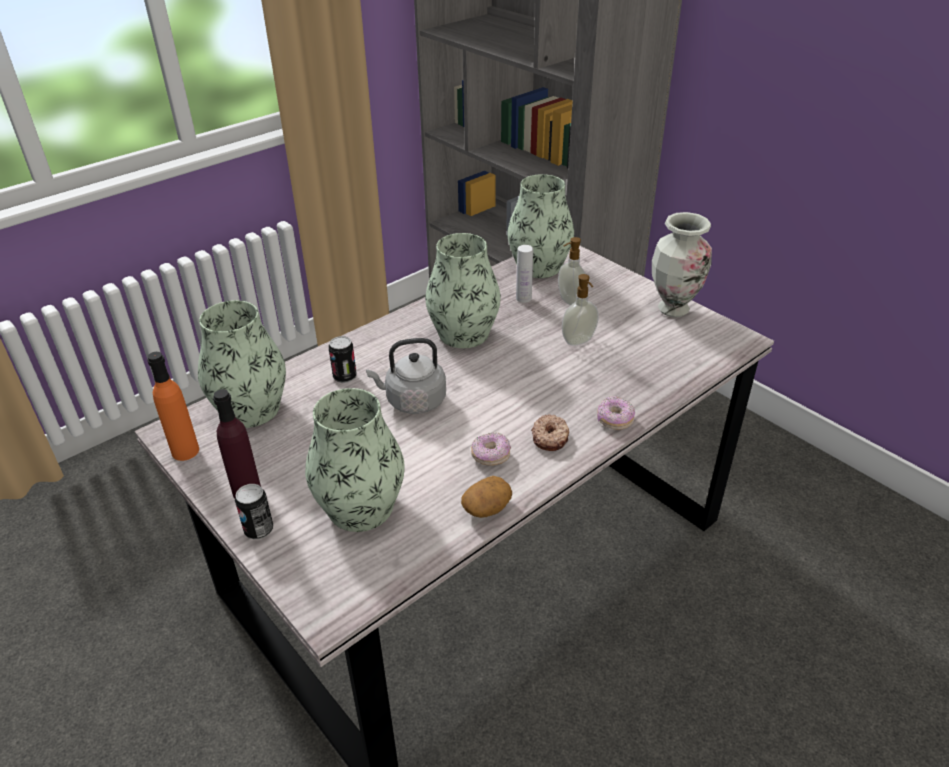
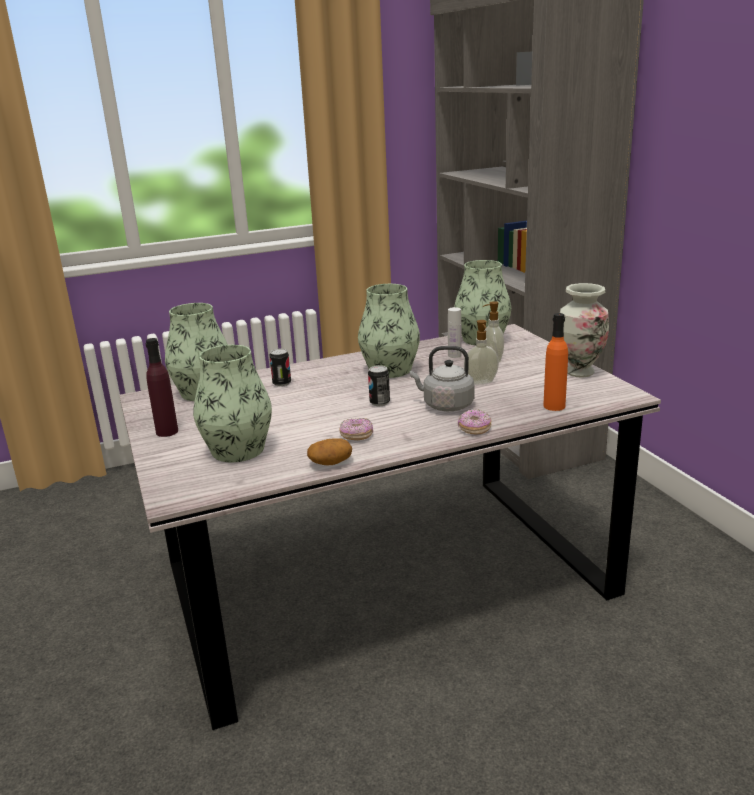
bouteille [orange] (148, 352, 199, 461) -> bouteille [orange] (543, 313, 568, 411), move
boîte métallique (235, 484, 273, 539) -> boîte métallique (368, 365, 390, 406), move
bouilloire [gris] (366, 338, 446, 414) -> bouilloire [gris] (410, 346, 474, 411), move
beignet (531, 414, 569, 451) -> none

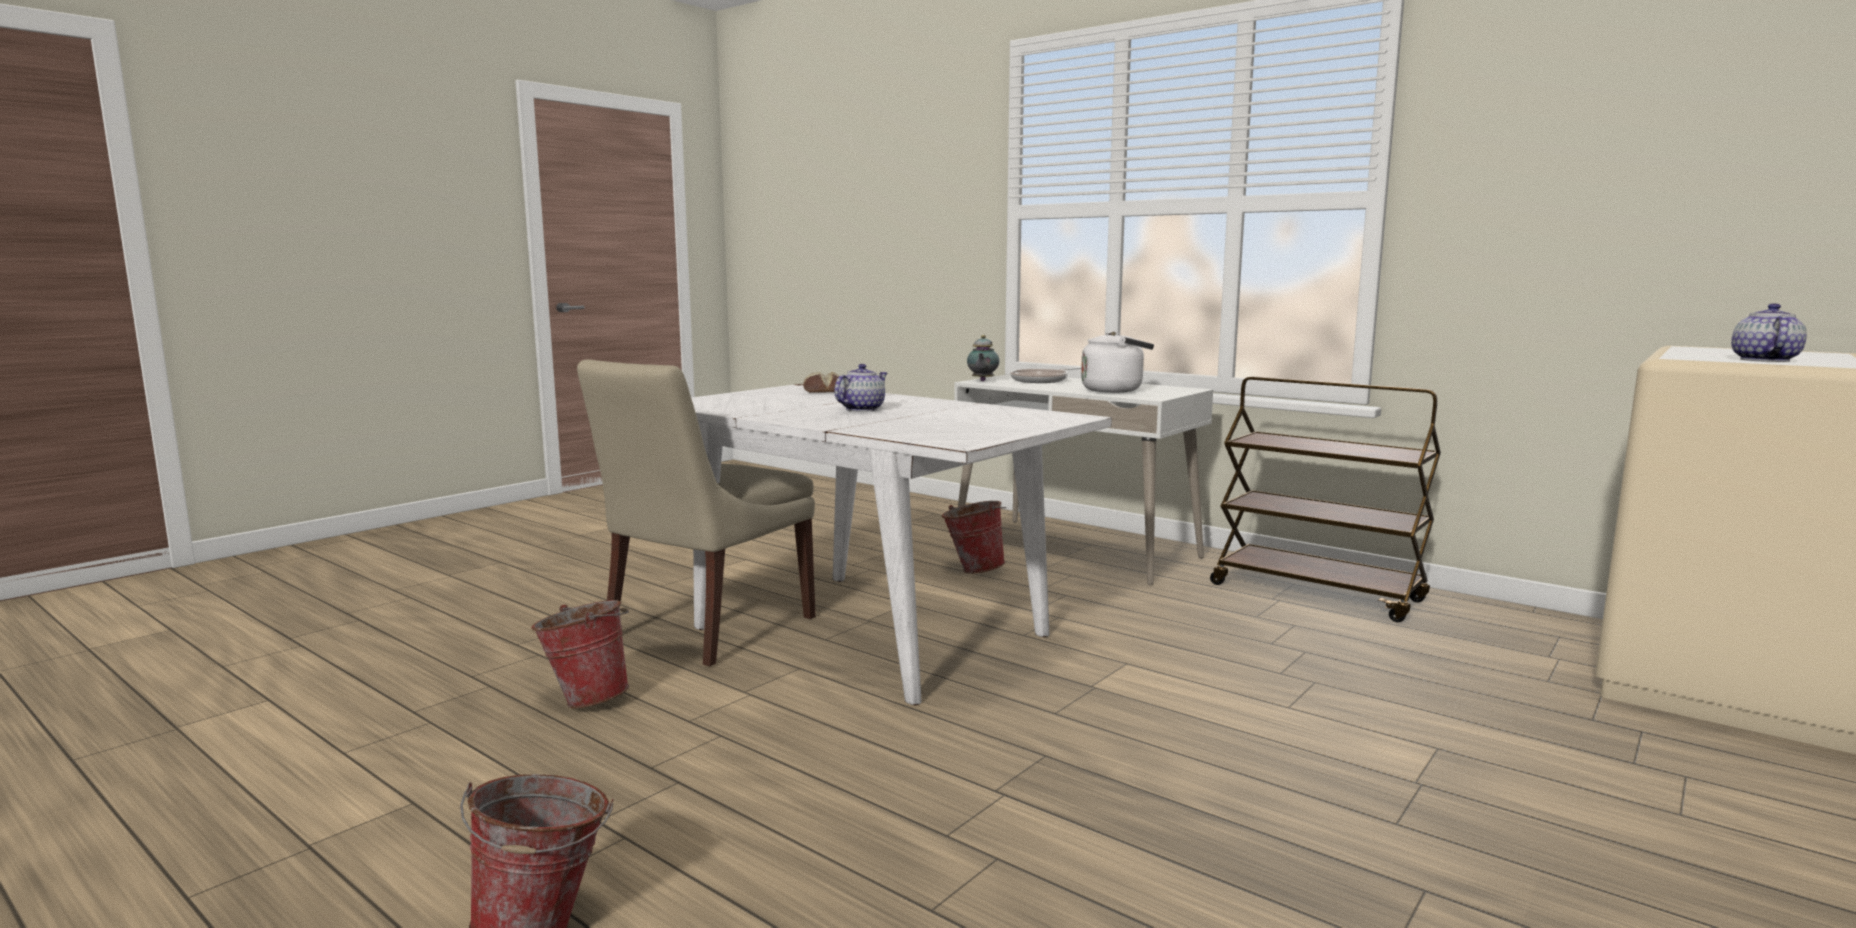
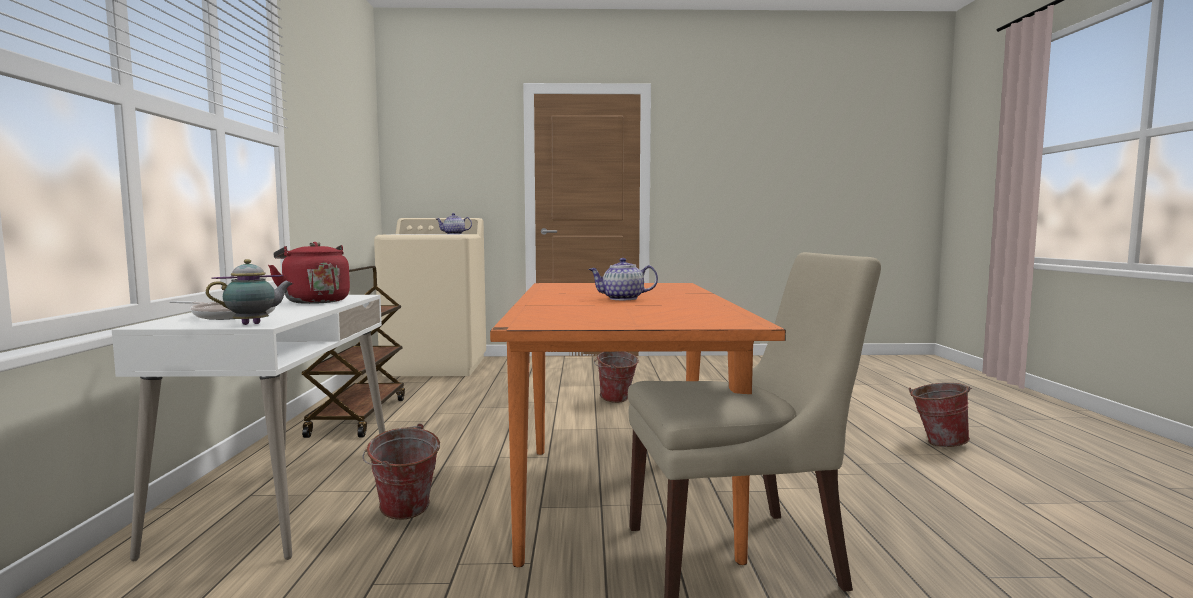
seau (531, 600, 629, 708) -> seau (594, 352, 639, 403), move
table à manger [blanc] (691, 384, 1112, 706) -> table à manger [orange] (490, 283, 786, 567)
pain (803, 372, 839, 393) -> none
bouilloire [blanc] (1081, 331, 1154, 393) -> bouilloire [rouge] (268, 242, 350, 304)

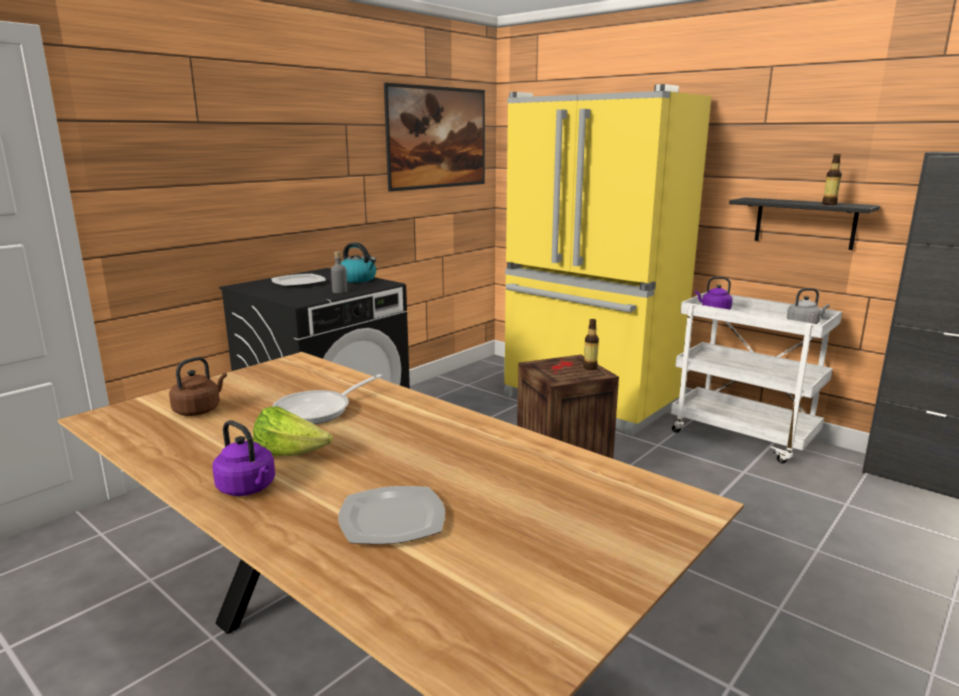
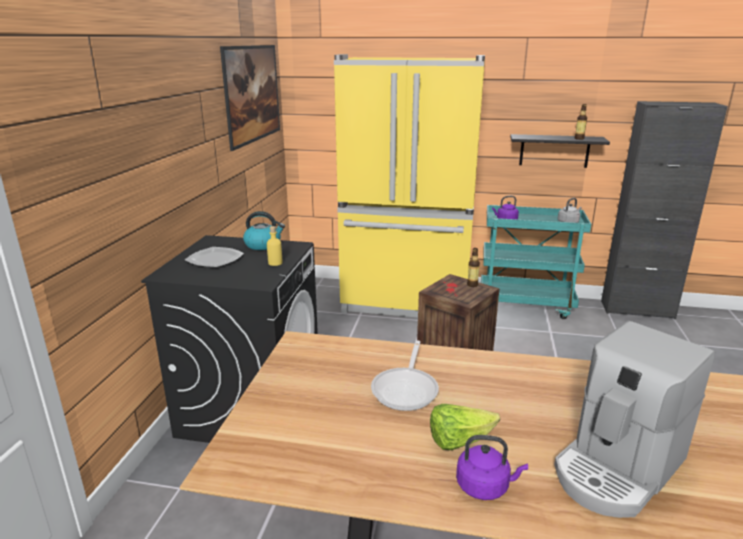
bouilloire [marron] (169, 357, 227, 416) -> none
bouteille [gris] (331, 251, 347, 293) -> bouteille [jaune] (267, 226, 283, 266)
assiette (338, 486, 445, 544) -> machine à café (554, 321, 716, 518)
chariot [blanc] (671, 292, 842, 464) -> chariot [turquoise] (481, 205, 591, 319)

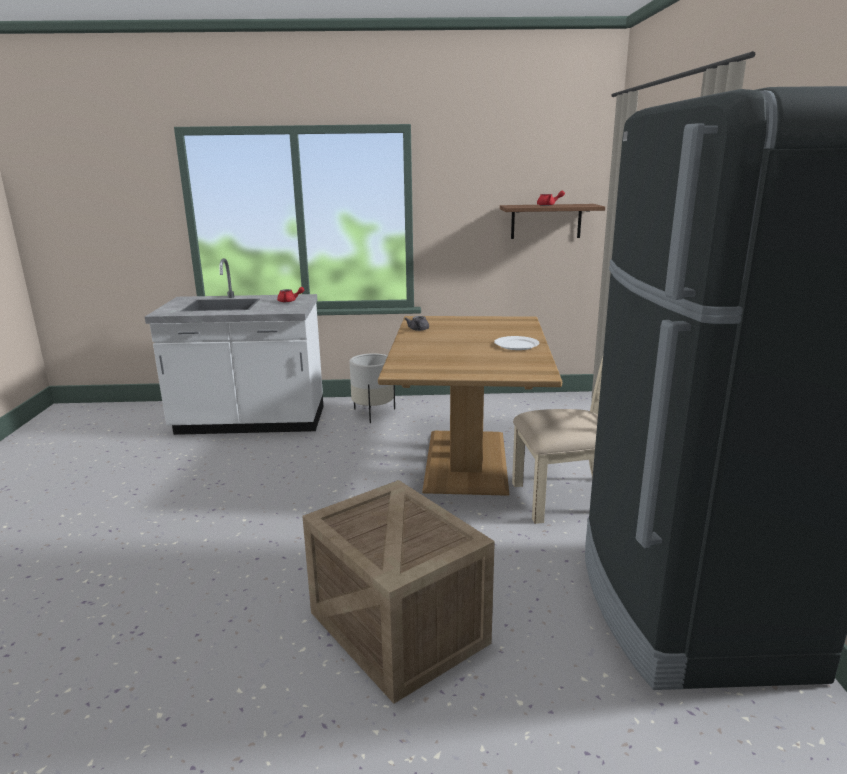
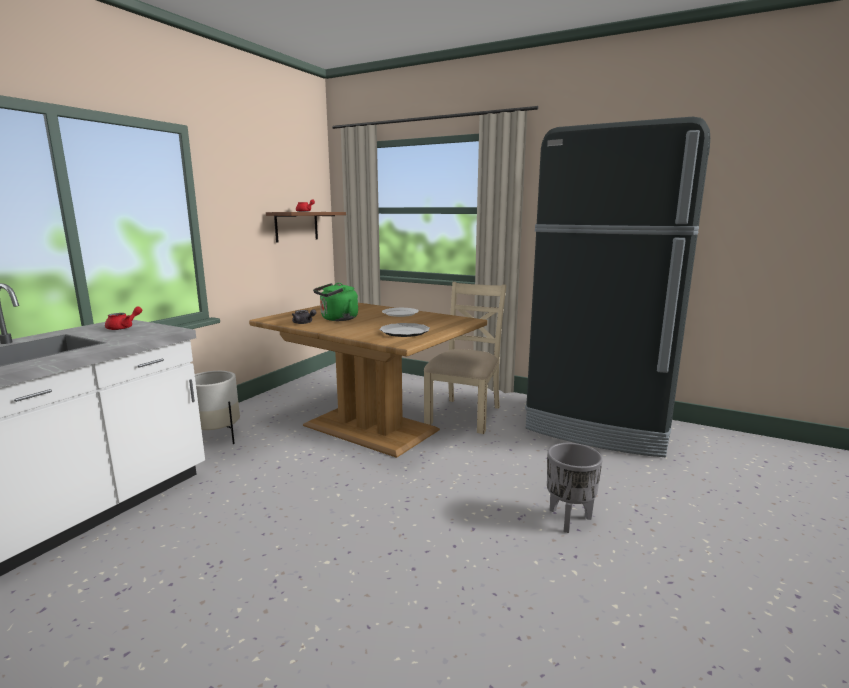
caisse (302, 480, 495, 704) -> cache-pot [gris] (547, 443, 603, 533)
none -> bouilloire [vert] (313, 283, 358, 321)
none -> assiette (379, 323, 430, 337)

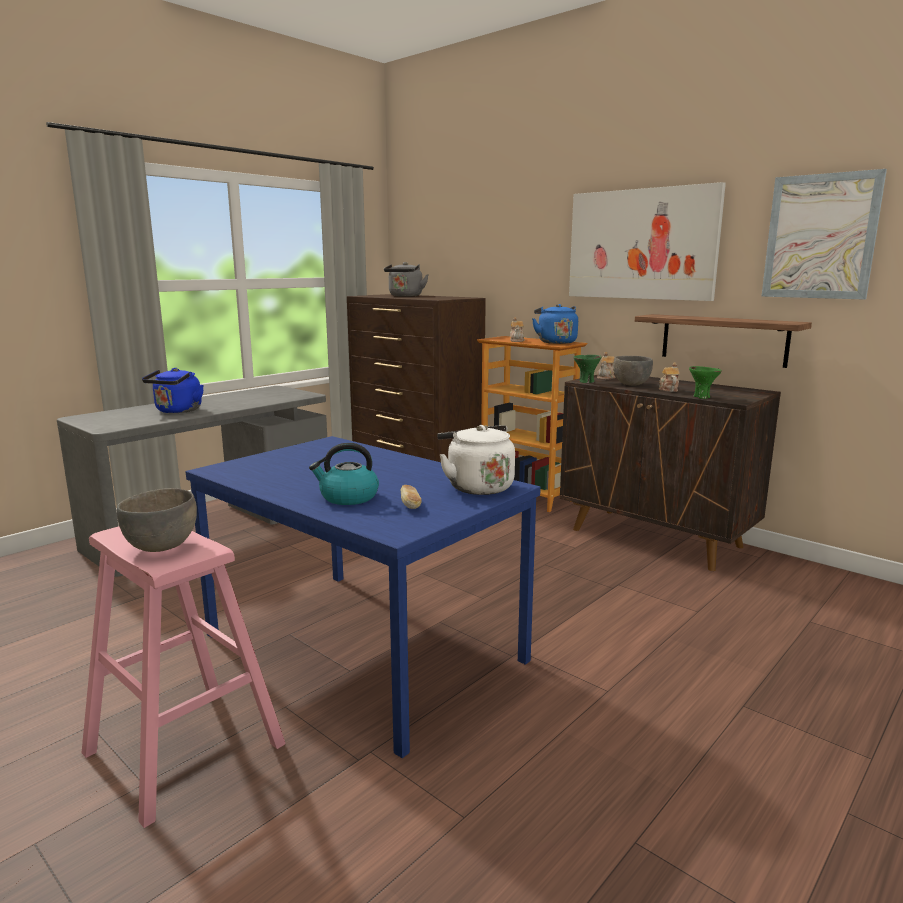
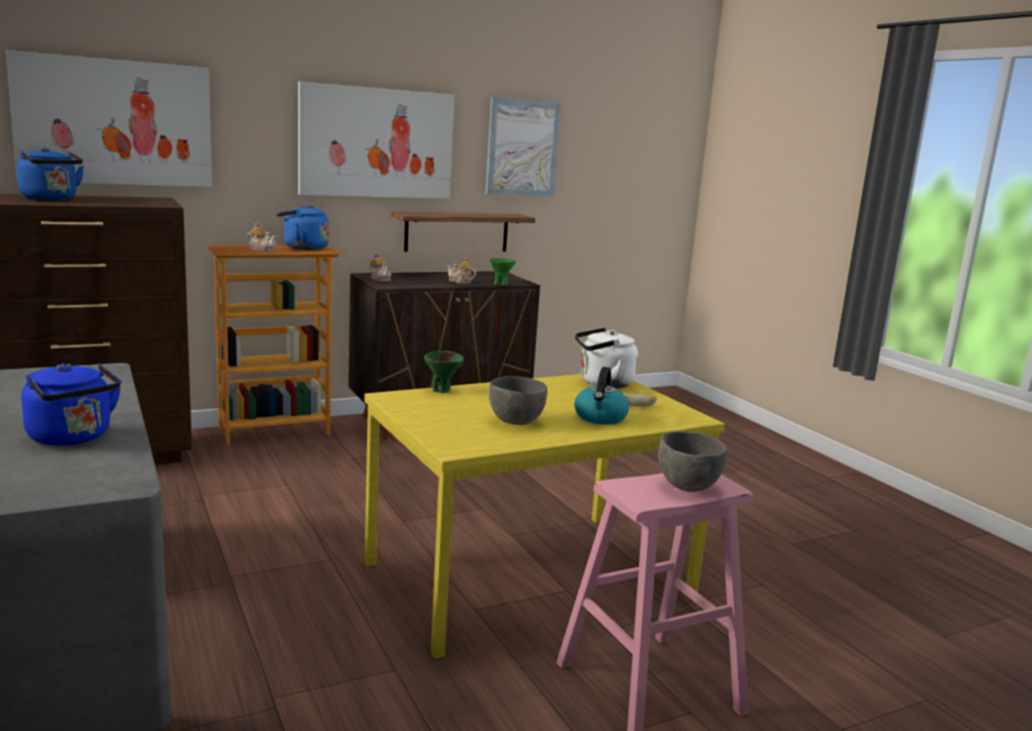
table à manger [bleu] (186, 436, 541, 758) -> table à manger [jaune] (364, 374, 725, 659)
bouilloire [gris] (384, 262, 429, 297) -> bouilloire [bleu] (17, 147, 84, 200)
bol [vert] (574, 355, 601, 383) -> bol [vert] (424, 351, 464, 393), move
bol [gris] (614, 356, 653, 386) -> bol [gris] (489, 376, 547, 425), move
none -> tableau (6, 50, 212, 187)

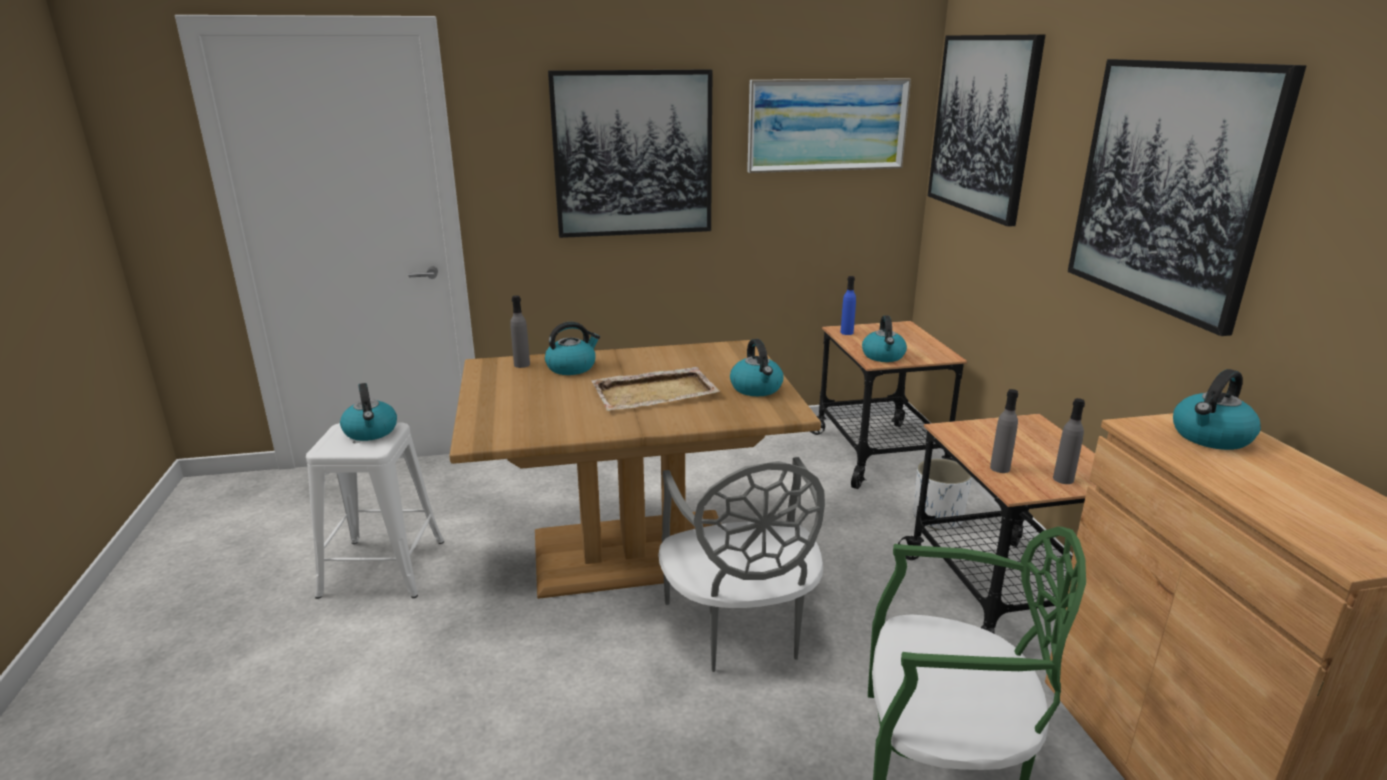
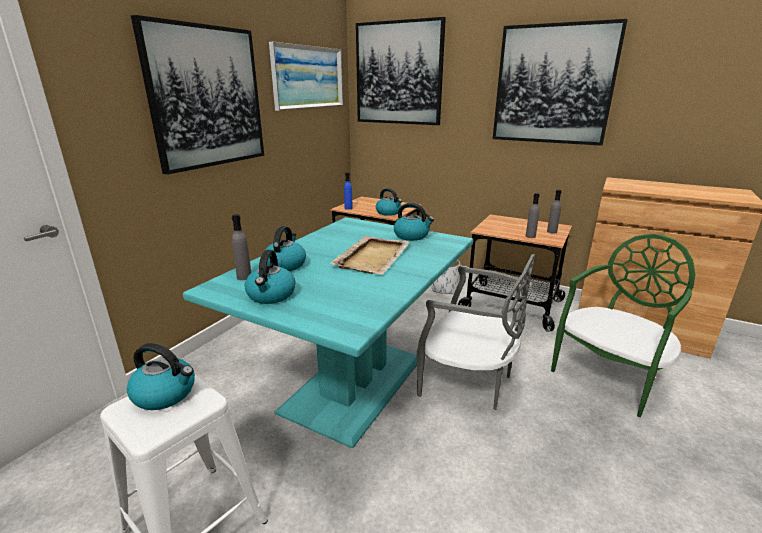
table à manger [marron] (449, 340, 821, 599) -> table à manger [turquoise] (183, 217, 473, 448)
bouilloire (1173, 369, 1261, 450) -> bouilloire (245, 250, 296, 304), move

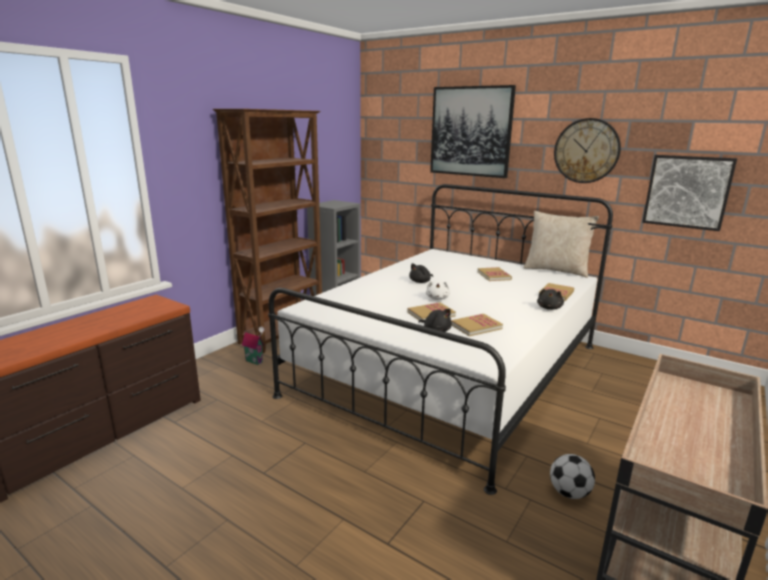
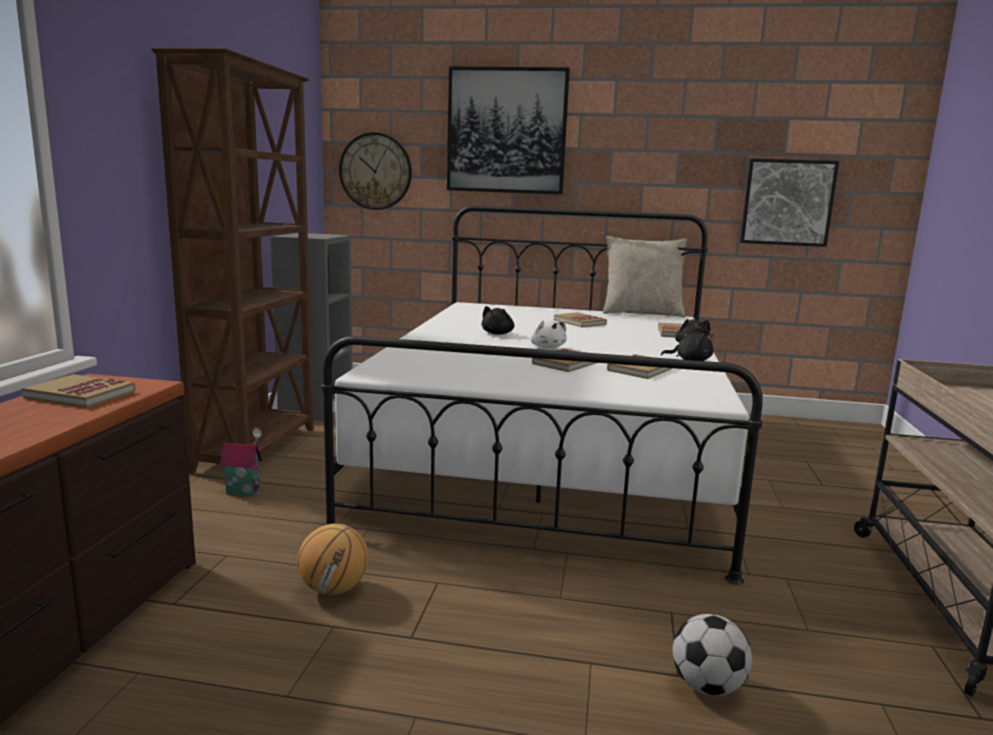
peluche [noir] (419, 309, 452, 332) -> peluche [noir] (661, 330, 714, 361), move
ballon de foot (550, 454, 595, 499) -> ballon de foot (673, 614, 752, 696), move
horloge murale (554, 118, 621, 183) -> horloge murale (339, 132, 412, 210), move
none -> livre (22, 374, 135, 408)
none -> ballon de basket (298, 524, 369, 595)

